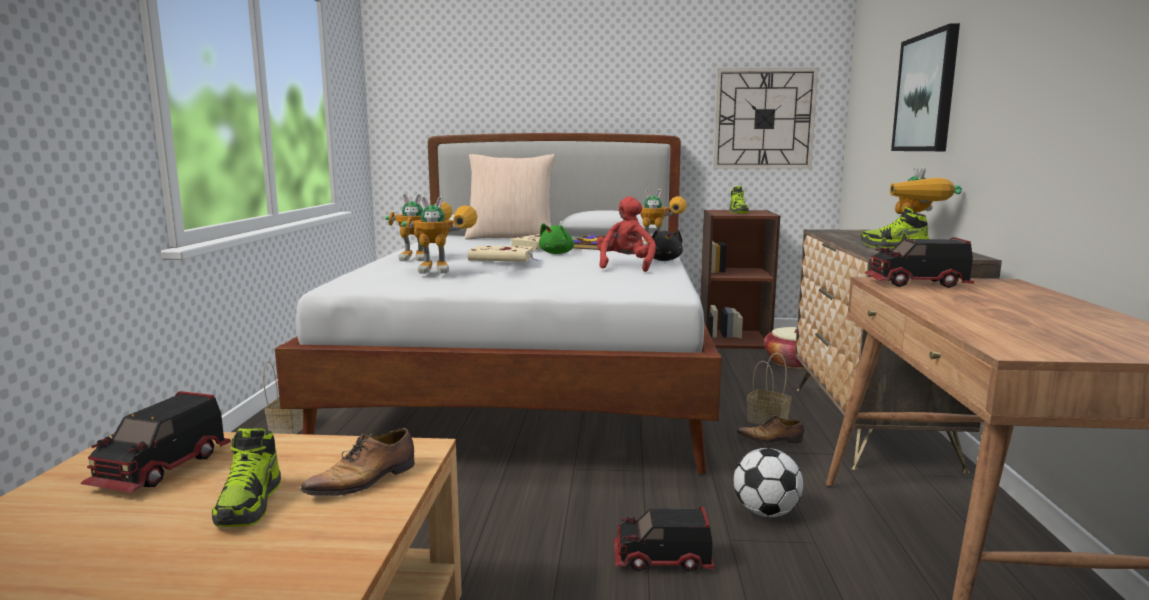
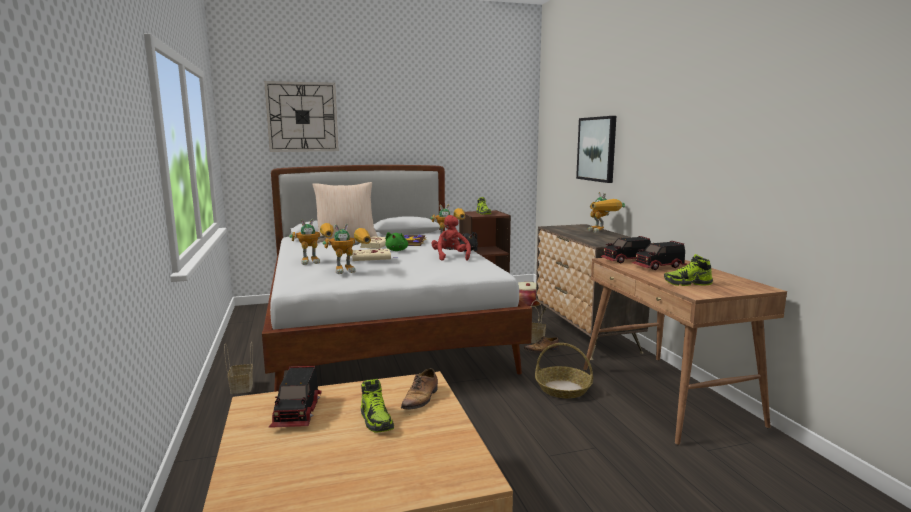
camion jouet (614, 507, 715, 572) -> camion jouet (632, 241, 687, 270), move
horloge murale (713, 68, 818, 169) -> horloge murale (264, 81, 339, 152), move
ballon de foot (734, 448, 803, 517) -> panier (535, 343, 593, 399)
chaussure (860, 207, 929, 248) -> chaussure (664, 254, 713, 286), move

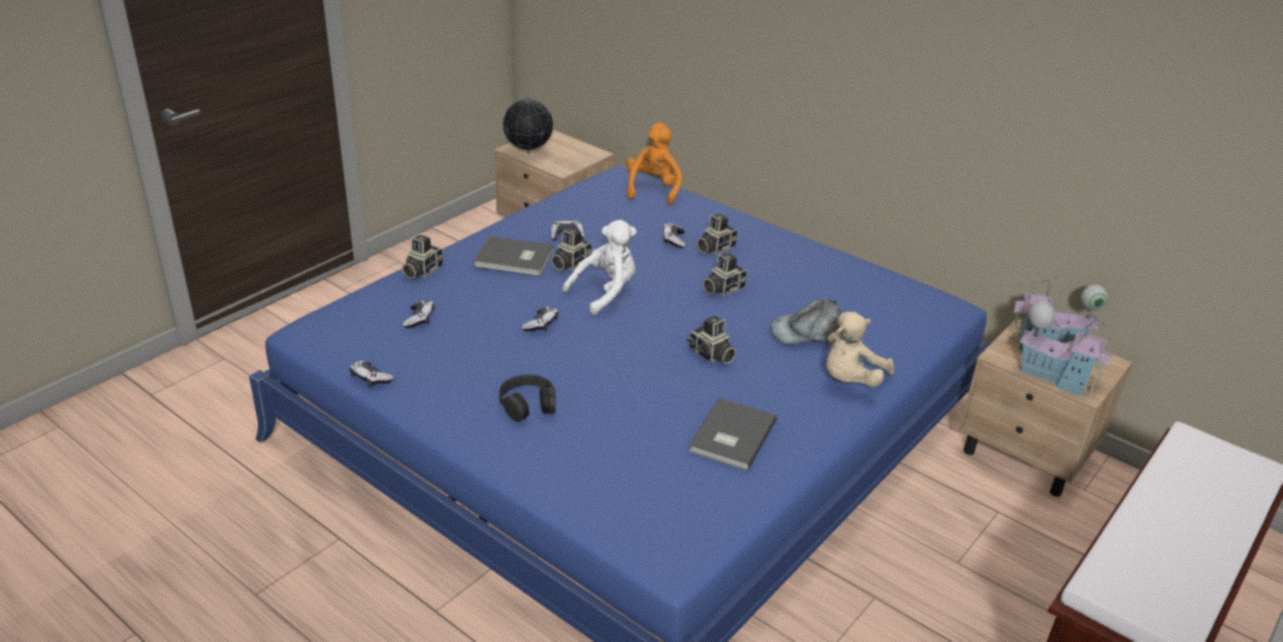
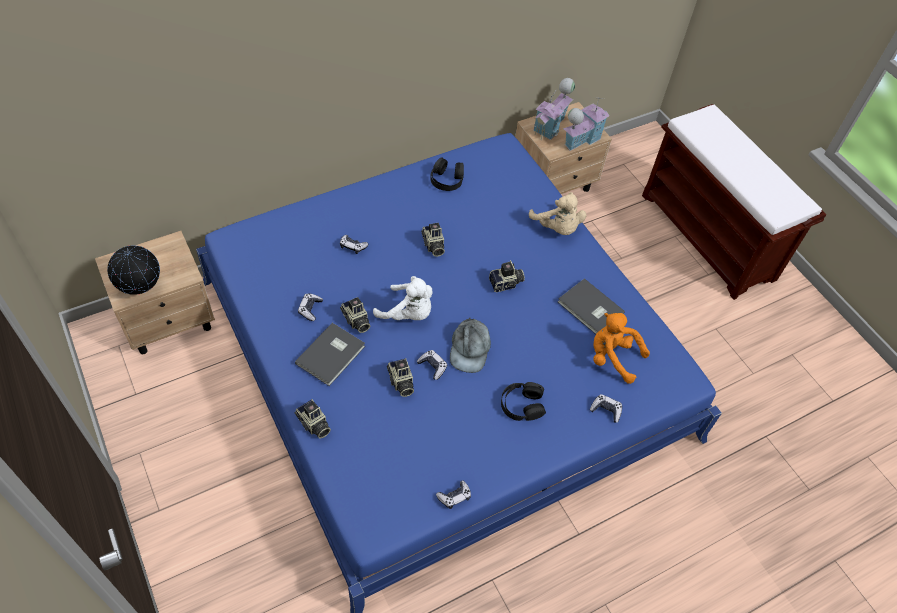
manette (403, 300, 434, 328) -> manette (590, 394, 622, 423), move
peluche [blanc] (562, 220, 637, 315) -> peluche [blanc] (373, 276, 433, 320), 135 degrees clockwise
peluche [orange] (626, 123, 682, 205) -> peluche [orange] (593, 313, 650, 384), move
appareil photo (697, 214, 738, 254) -> appareil photo (387, 358, 414, 397), move
casquette [gris] (770, 299, 842, 345) -> casquette [gris] (450, 318, 491, 373), move
none -> casque audio [noir] (430, 157, 464, 191)

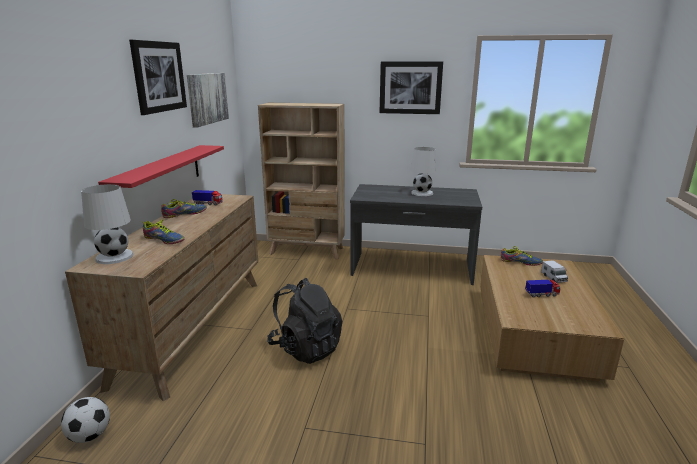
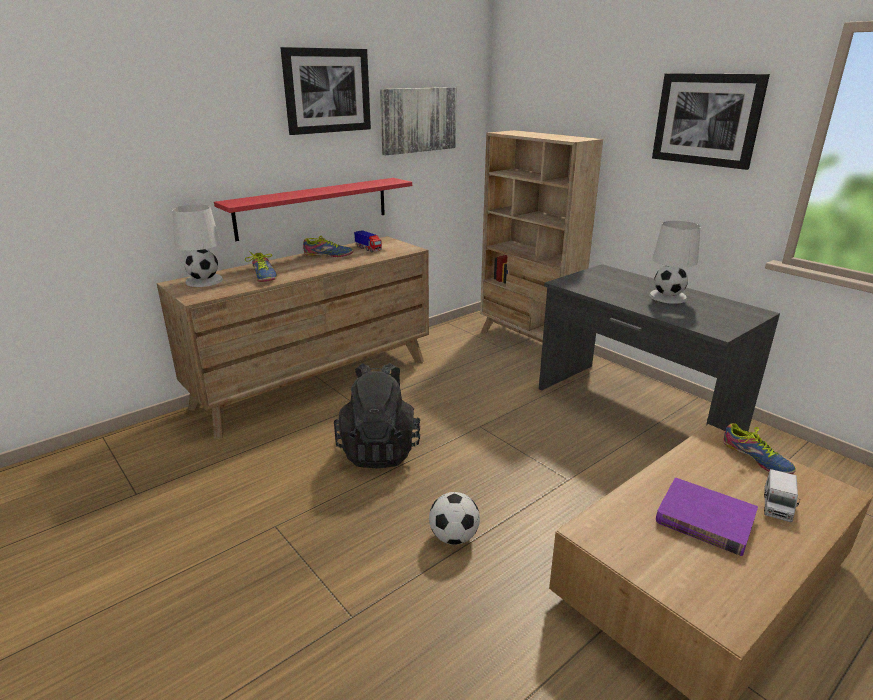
ballon de foot (61, 397, 110, 443) -> ballon de foot (429, 492, 480, 545), move
camion jouet (525, 280, 560, 297) -> livre [violet] (656, 478, 758, 556)

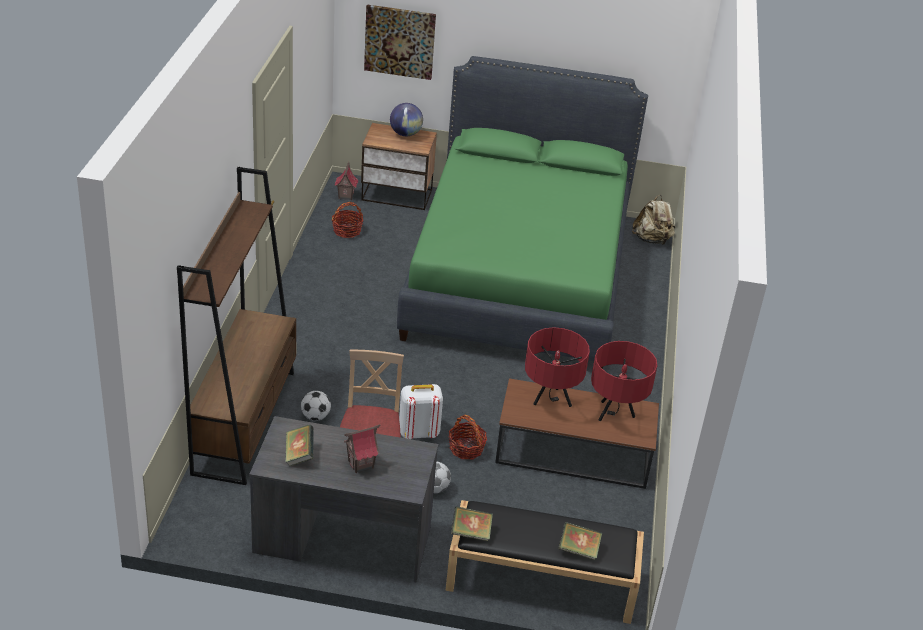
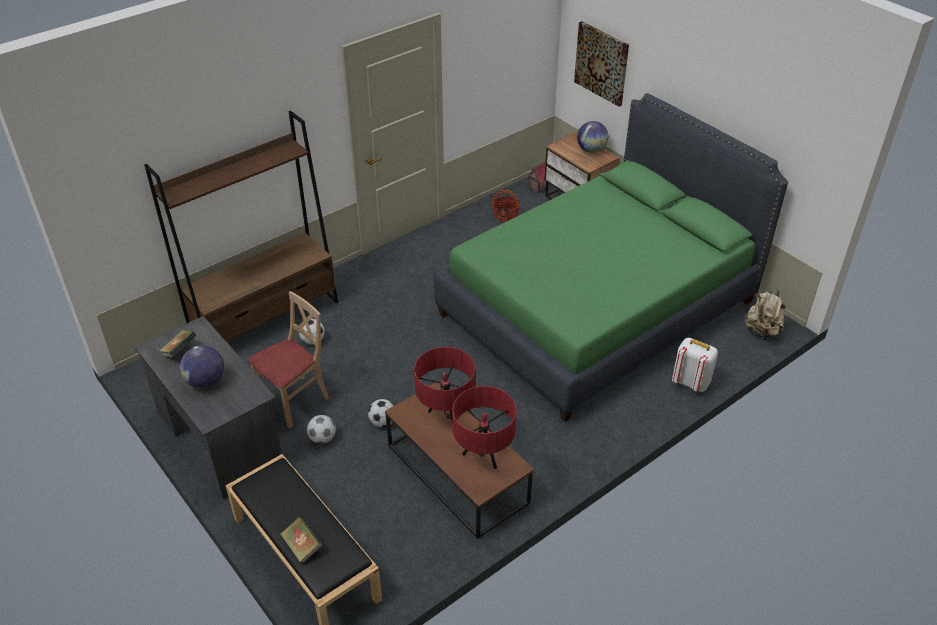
maison miniature (344, 425, 380, 473) -> globe (180, 345, 224, 388)
sac à dos [blanc] (399, 384, 443, 439) -> sac à dos [blanc] (672, 338, 718, 392), move
panier (449, 415, 487, 459) -> ballon de foot (368, 399, 394, 427)
livre (451, 506, 493, 541) -> none

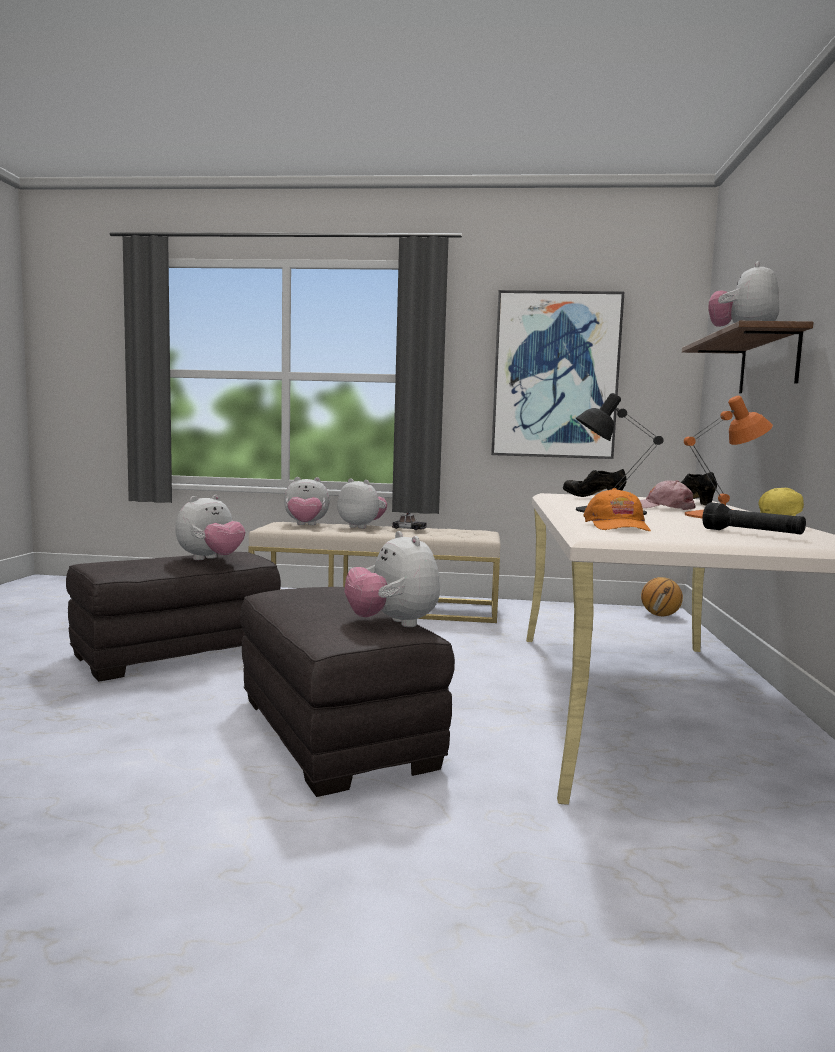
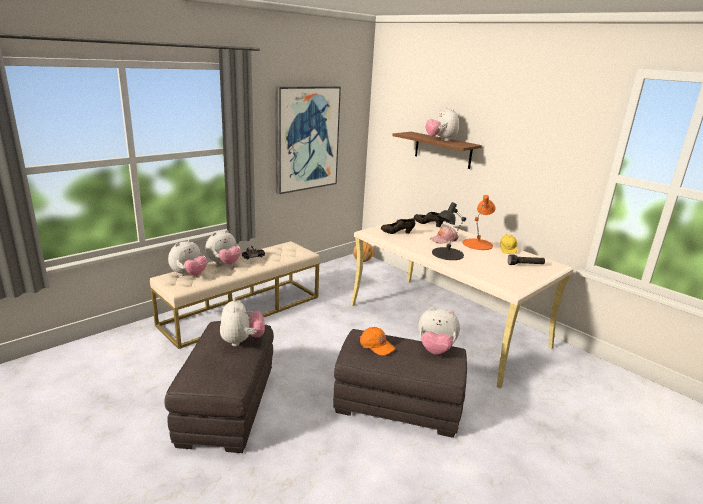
peluche (337, 479, 387, 529) -> peluche (205, 230, 241, 265), 150 degrees clockwise
casquette [orange] (583, 488, 651, 531) -> casquette [orange] (360, 327, 395, 356), move

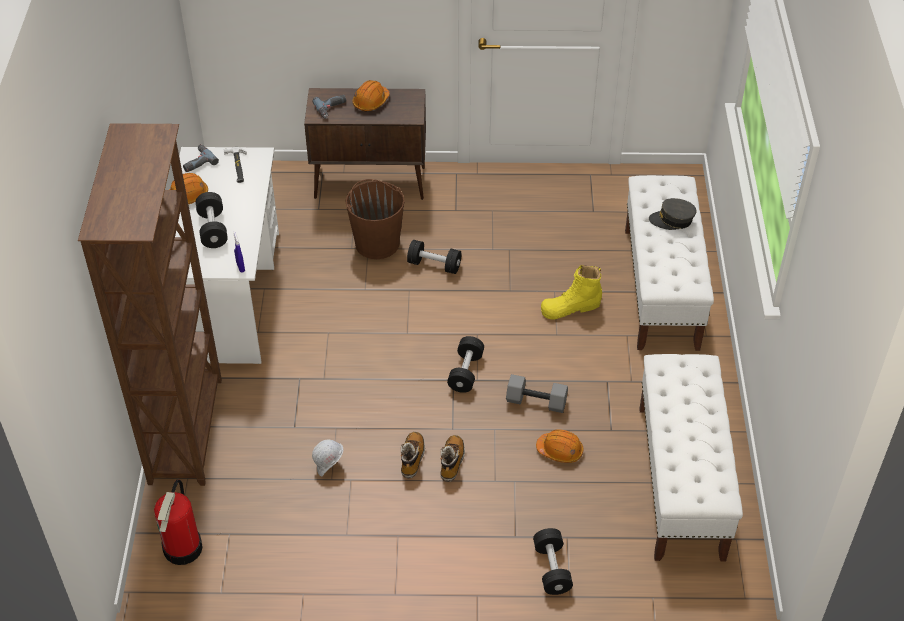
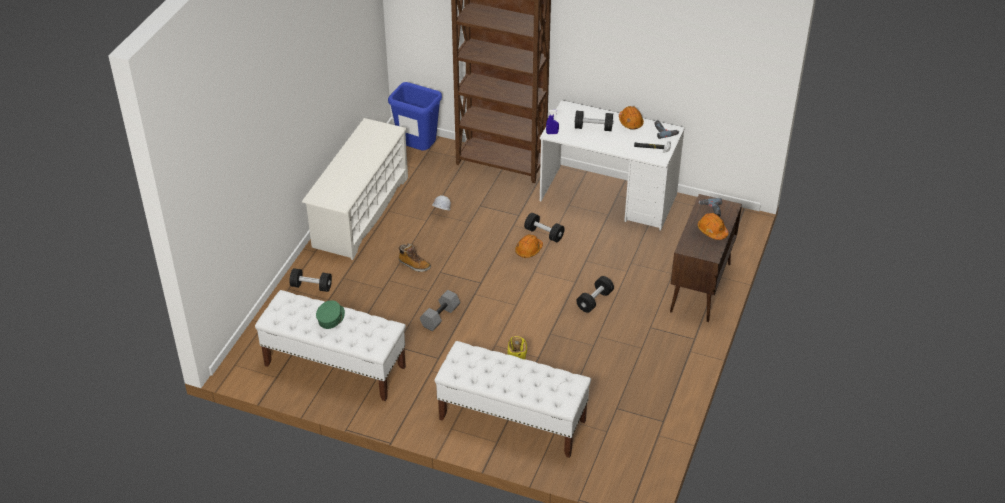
extincteur (154, 479, 203, 565) -> poubelle [bleu] (388, 82, 442, 151)
seau [marron] (345, 179, 405, 259) -> none
botte (400, 432, 425, 478) -> none
haltère [noir] (447, 336, 484, 393) -> haltère [noir] (524, 213, 565, 242), move
casque de chantier [orange] (536, 429, 583, 463) -> casque de chantier [orange] (515, 234, 543, 258), move
casquette [gris] (649, 198, 697, 230) -> none
none -> étagère à chaussures [blanc] (302, 118, 408, 260)
none -> casquette [vert] (316, 300, 345, 329)

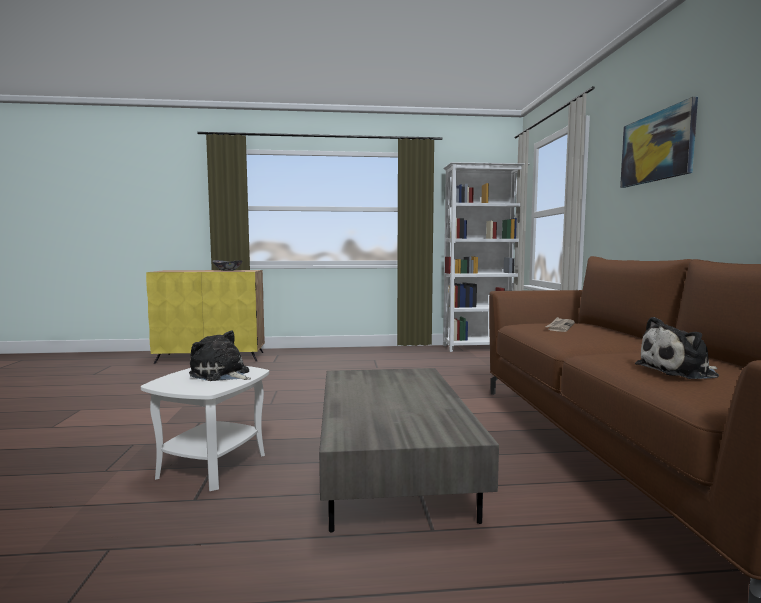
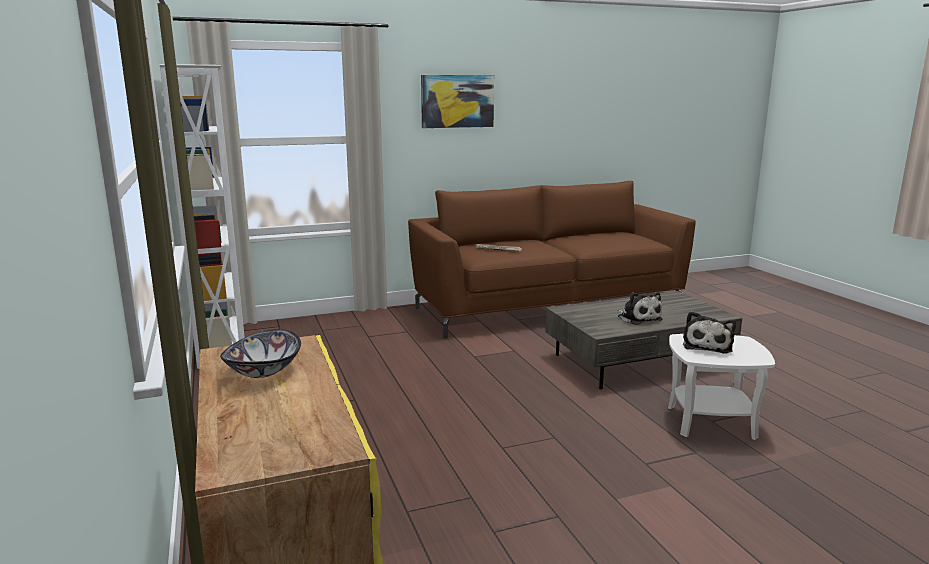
peluche (635, 317, 719, 379) -> peluche (618, 292, 663, 325), move

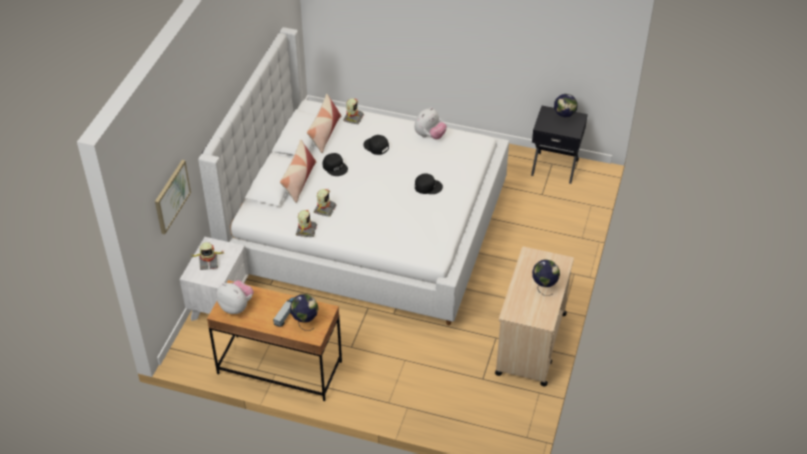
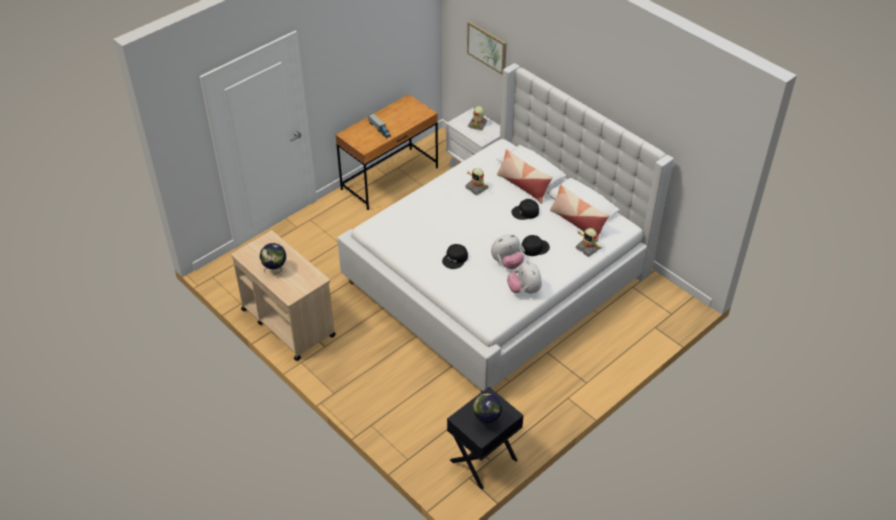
peluche (216, 280, 254, 314) -> peluche (491, 234, 524, 269), move
globe (290, 294, 318, 331) -> none
robot jouet (296, 209, 317, 237) -> none

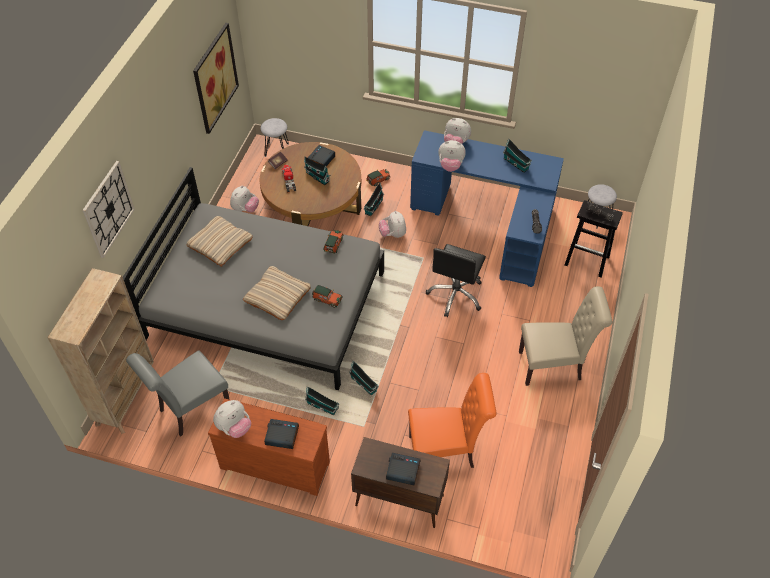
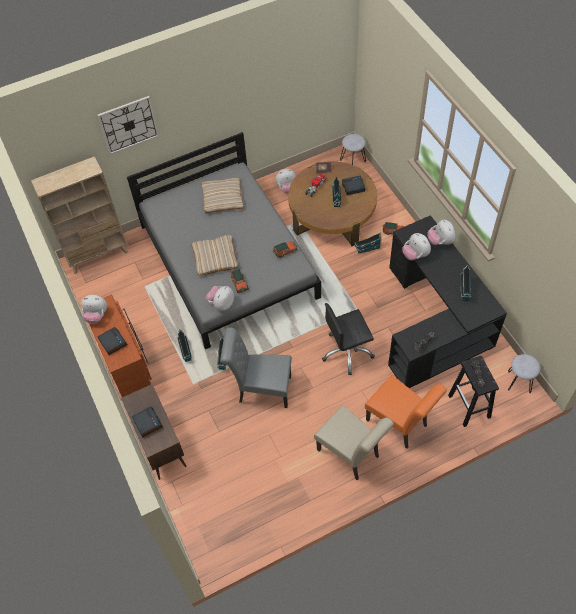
chaise [gris] (126, 350, 230, 437) -> chaise [gris] (220, 327, 292, 408), move
tableau (193, 23, 239, 134) -> none
peluche (379, 211, 406, 238) -> peluche (206, 286, 234, 311), move
chaise [orange] (408, 373, 496, 468) -> chaise [orange] (365, 375, 447, 449), move
bureau [bleu] (410, 130, 564, 287) -> bureau [noir] (388, 215, 507, 388)

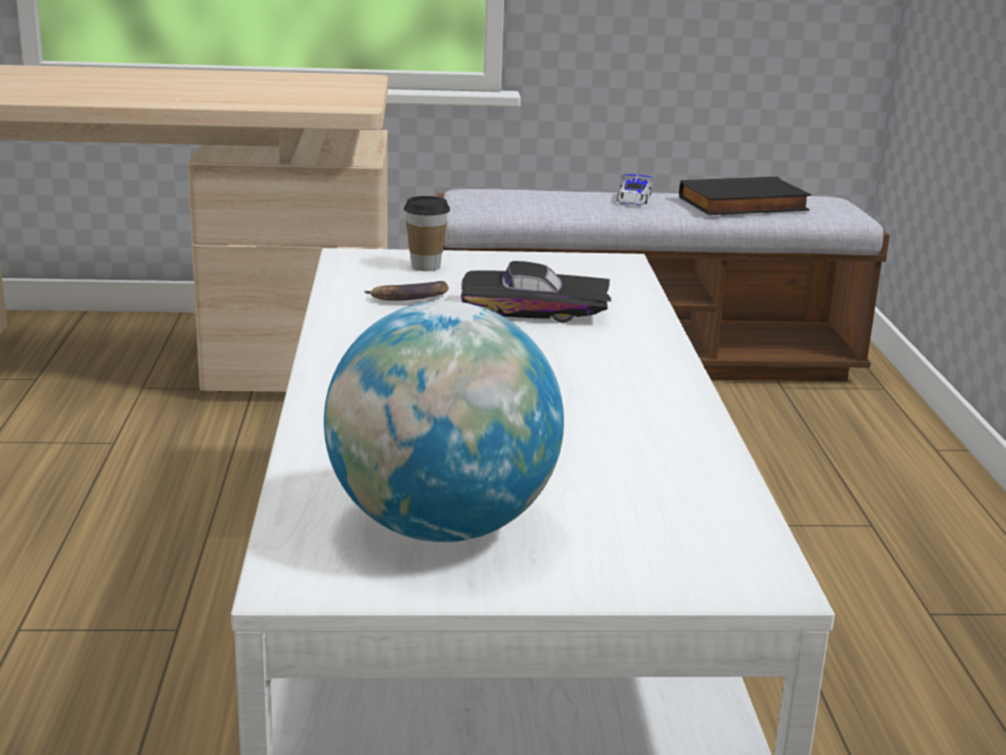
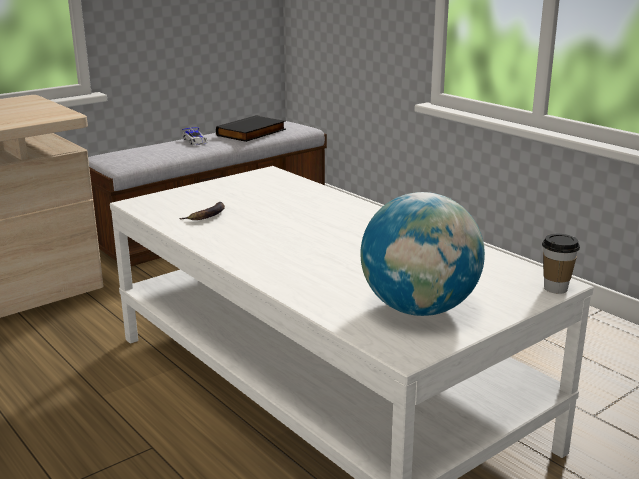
tasse (404, 196, 450, 271) -> tasse (542, 234, 580, 294), move
petite voiture [noir] (461, 261, 611, 323) -> none

